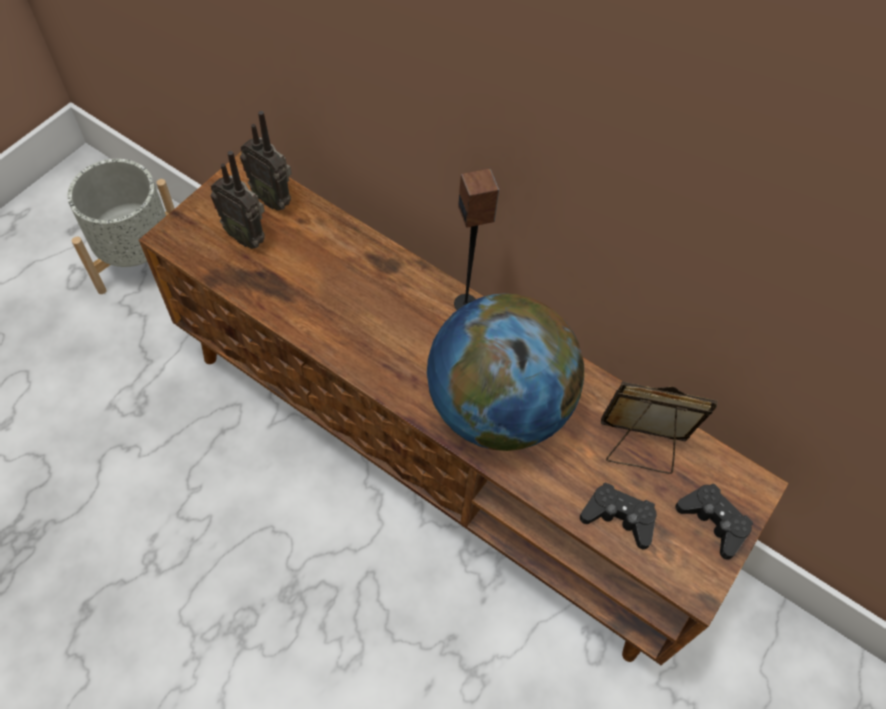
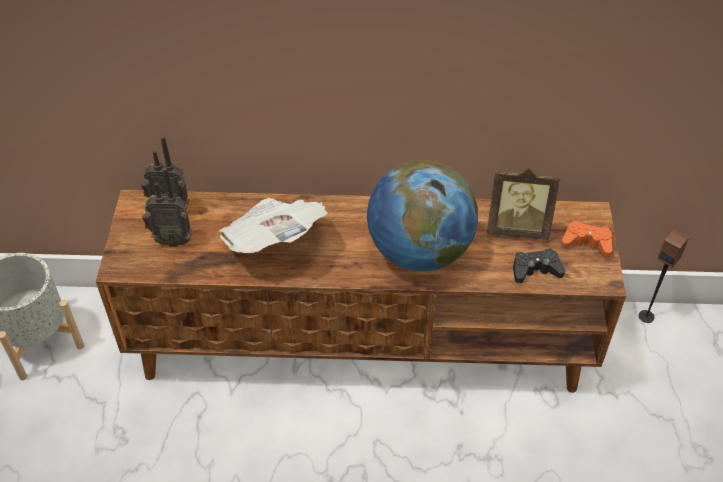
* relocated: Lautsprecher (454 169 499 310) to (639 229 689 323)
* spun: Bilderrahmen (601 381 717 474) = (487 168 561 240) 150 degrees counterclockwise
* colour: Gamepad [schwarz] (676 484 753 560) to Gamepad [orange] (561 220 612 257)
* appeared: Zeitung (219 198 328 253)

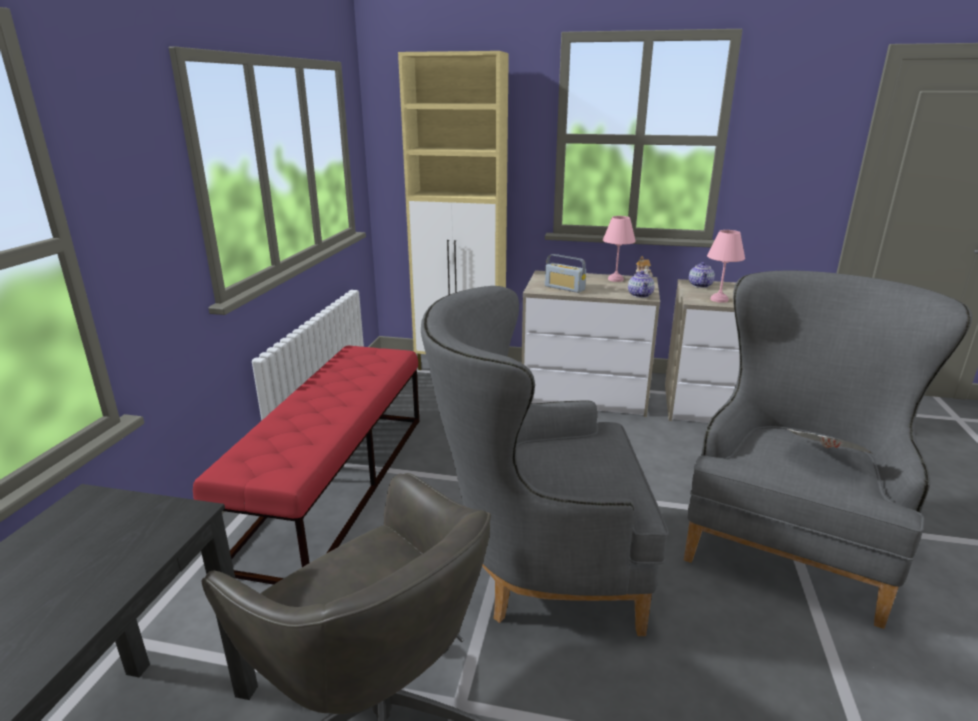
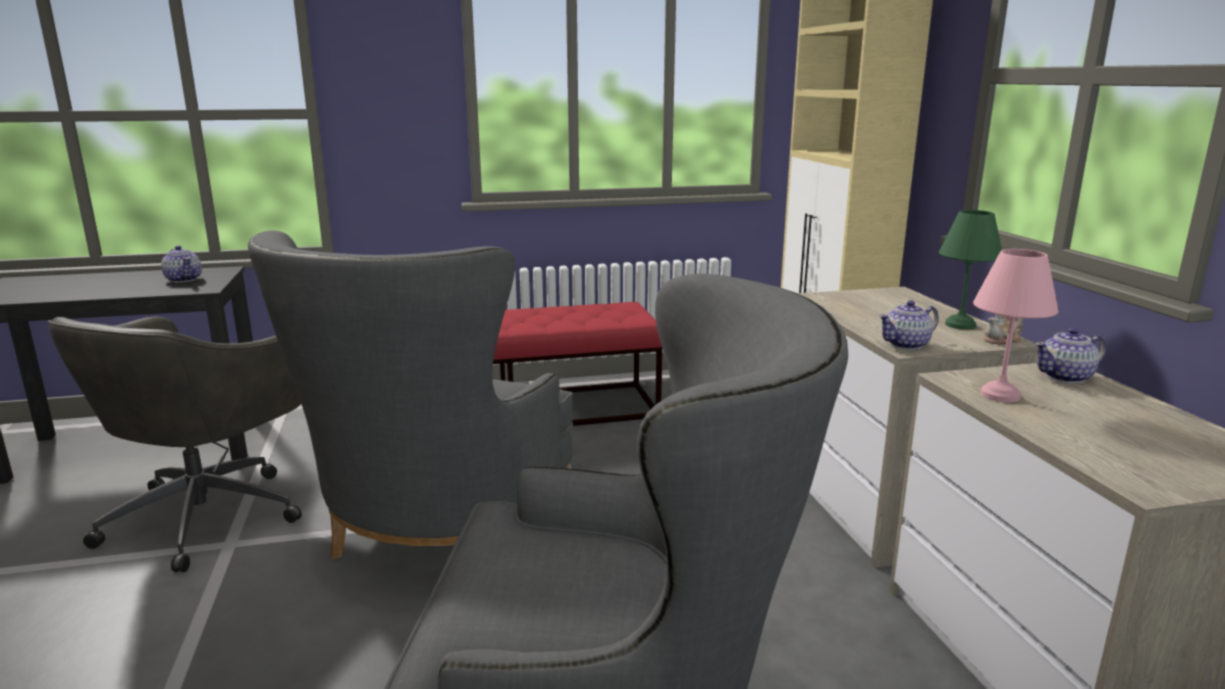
* colour: Tischlampe [rosa] (603 216 636 282) to Tischlampe [grün] (939 210 1002 330)
* missing: Radio (545 254 586 293)
* spun: Sessel [grau] (421 286 669 636) = (248 231 573 559) 135 degrees counterclockwise
* missing: Zeitung (788 429 872 453)
* appeared: Teekanne (161 246 202 283)

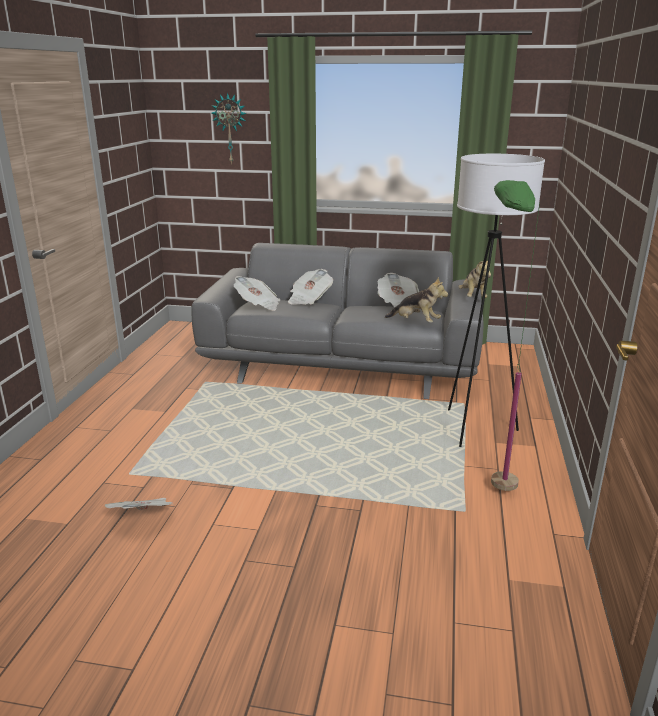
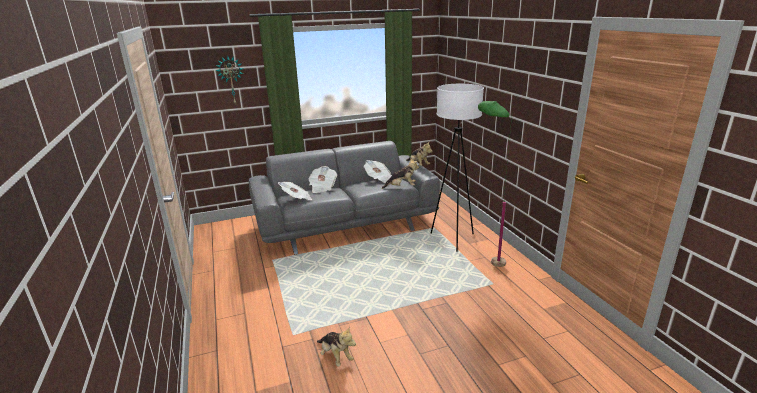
* exchanged: Zeitung (105 498 173 510) to Plüschtier (317 326 356 366)

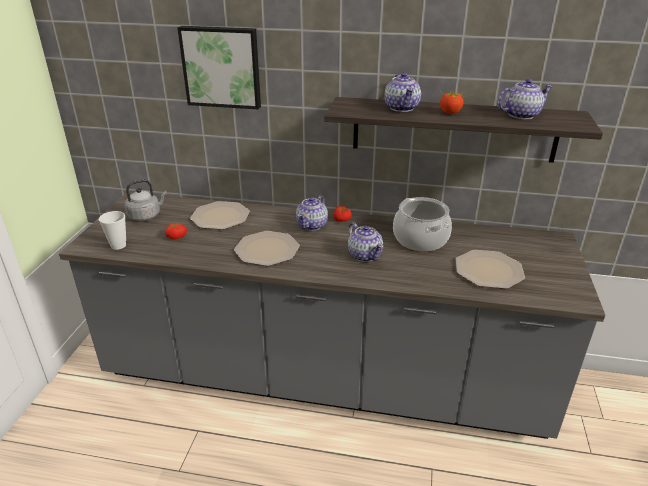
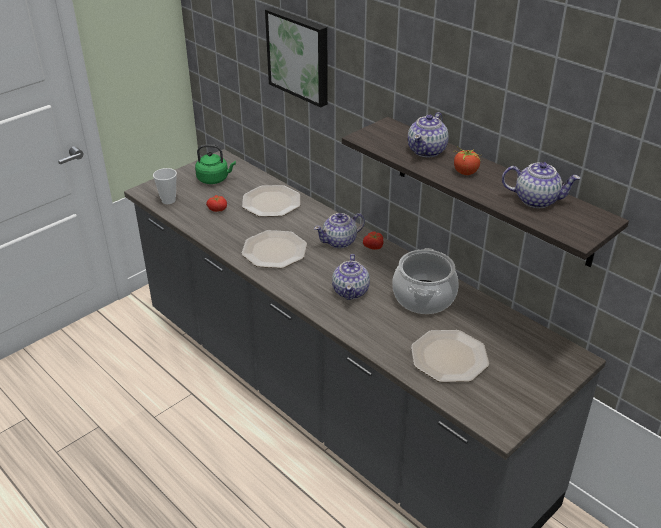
* colour: Wasserkessel [grau] (124 179 167 221) to Wasserkessel [grün] (195 144 236 184)

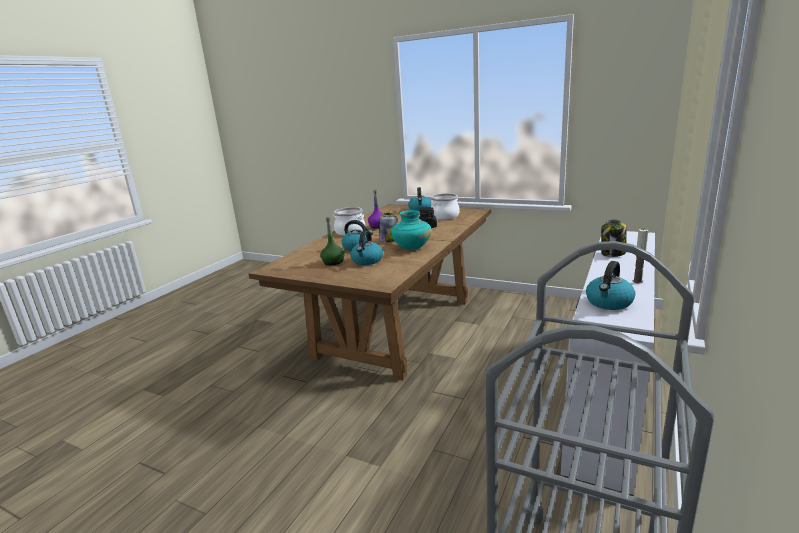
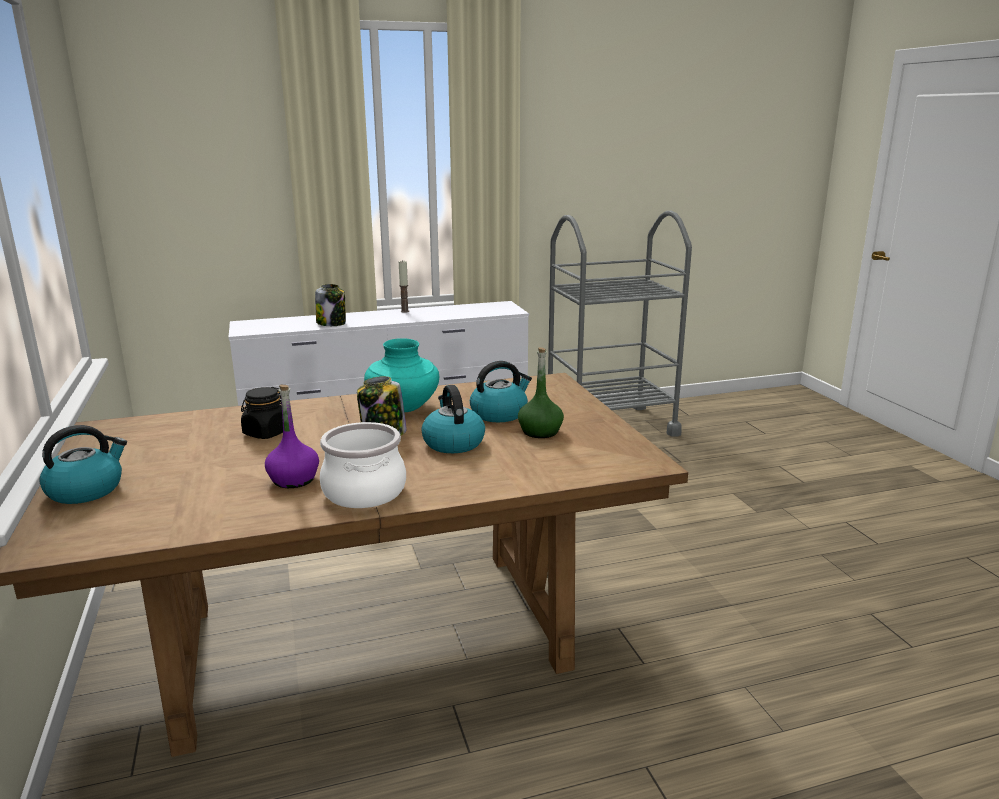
* missing: Kochtopf (431 193 460 220)
* missing: Wasserkessel (586 261 635 310)

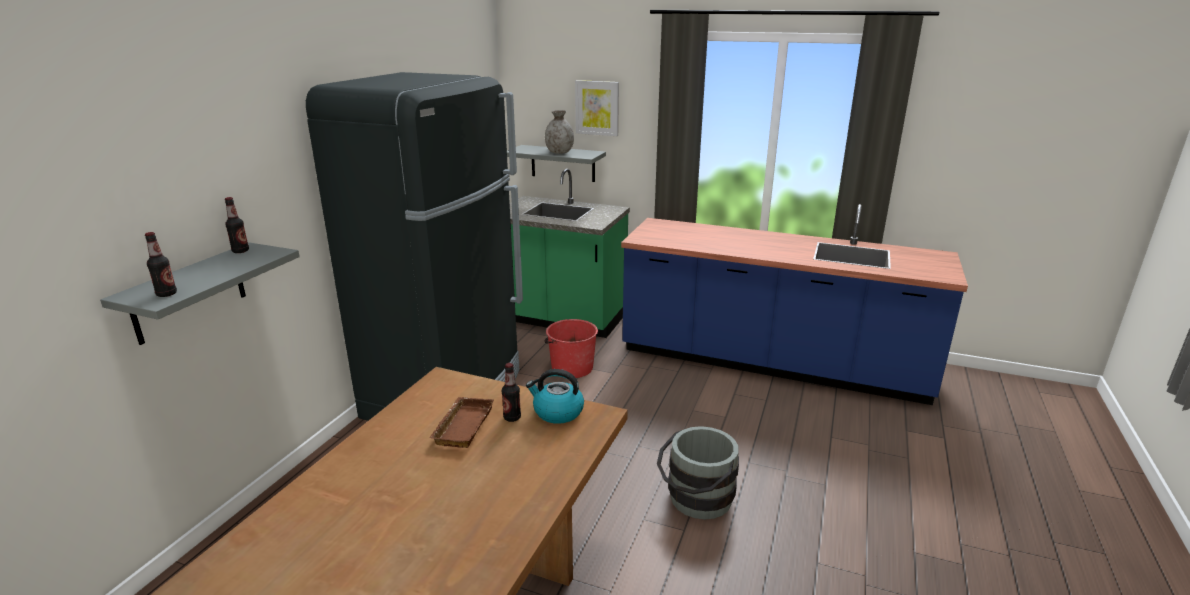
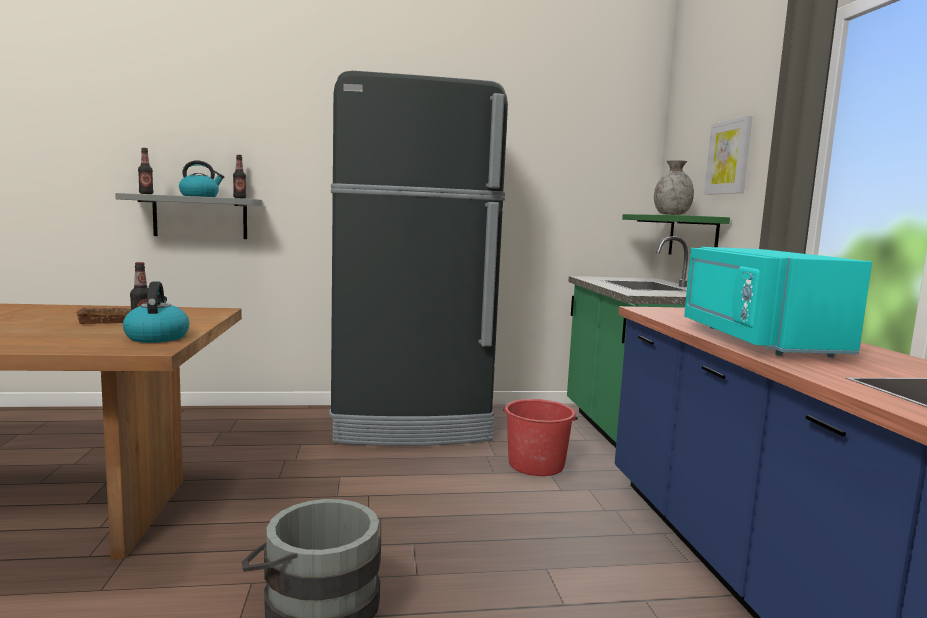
* colour: Wandregal [grau] (507 145 606 182) to Wandregal [grün] (622 214 730 255)
* appeared: Wasserkessel (179 160 224 197)
* appeared: Mikrowelle [türkis] (684 247 872 357)

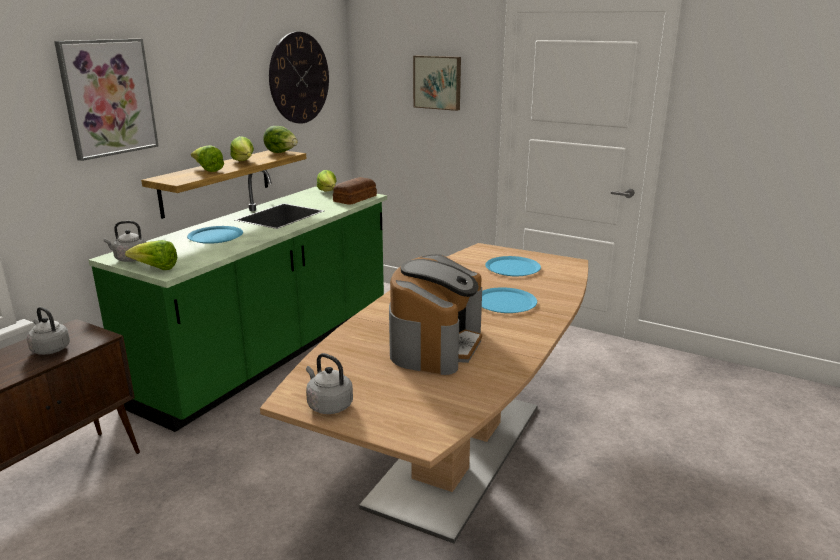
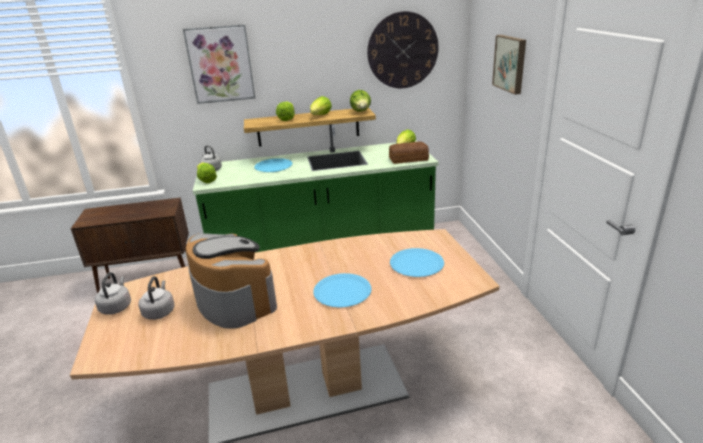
* spun: Kaffeemaschine (389 254 482 375) = (185 233 277 329) 105 degrees counterclockwise
* relocated: Wasserkessel [grau] (27 307 70 355) to (138 276 175 320)

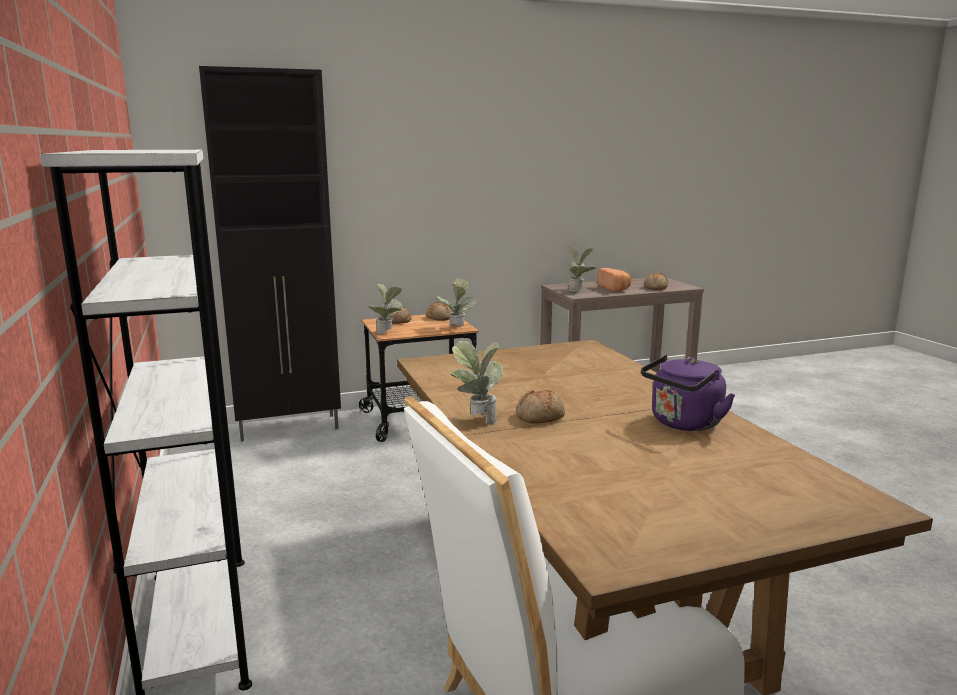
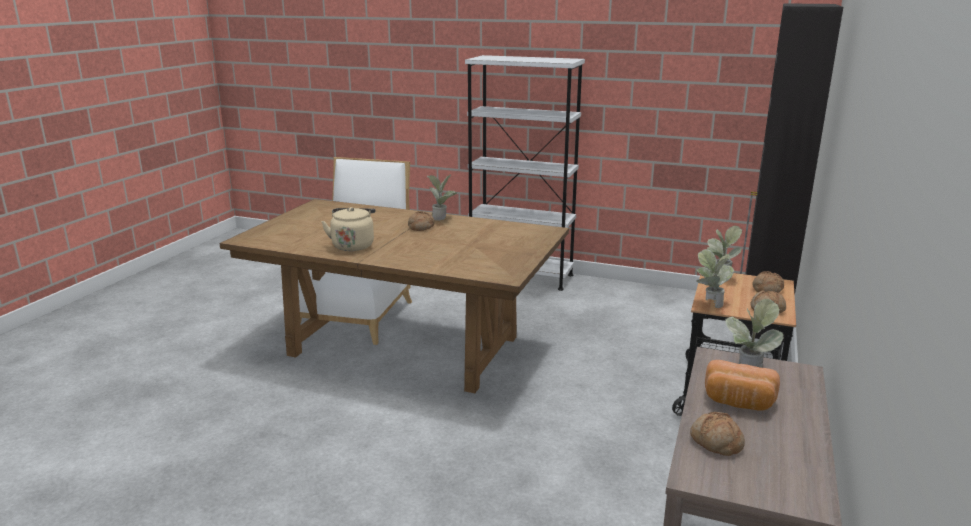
* colour: Wasserkessel [lila] (641 355 735 431) to Wasserkessel [beige] (321 207 376 251)

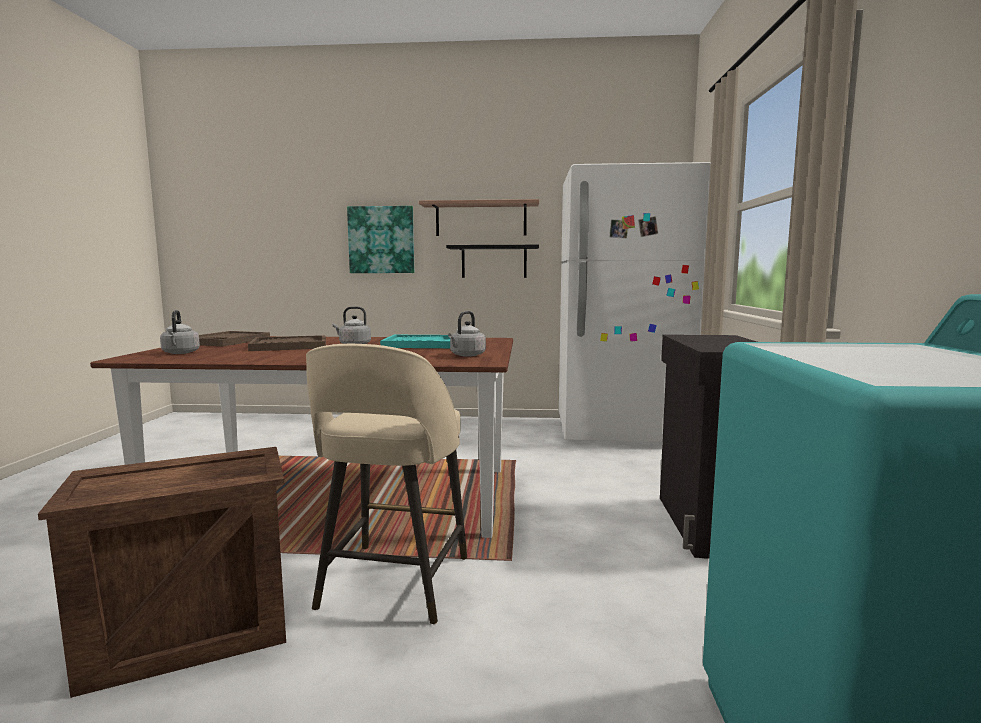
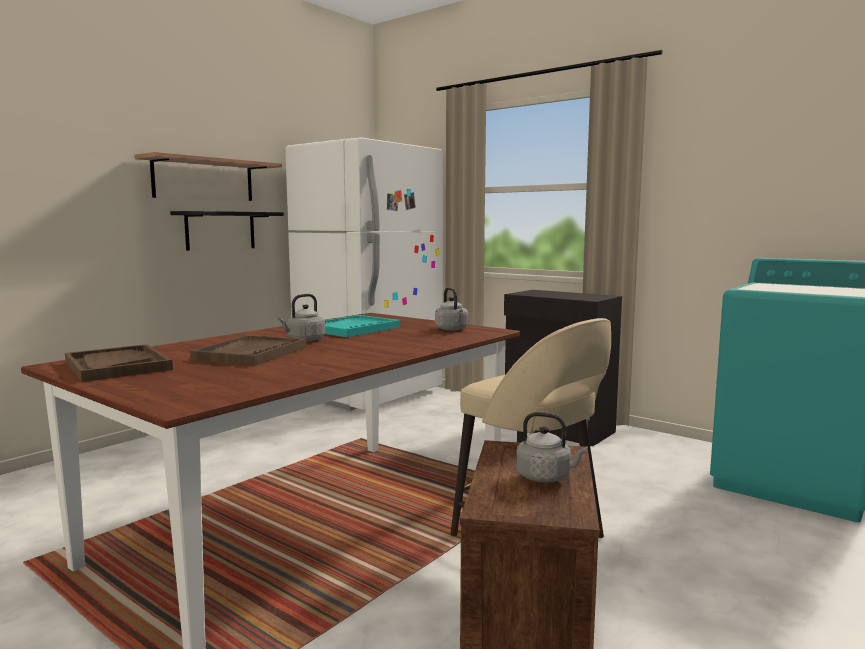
* missing: Bild (347 206 414 273)
* relocated: Wasserkessel [grau] (160 310 200 354) to (516 412 588 483)

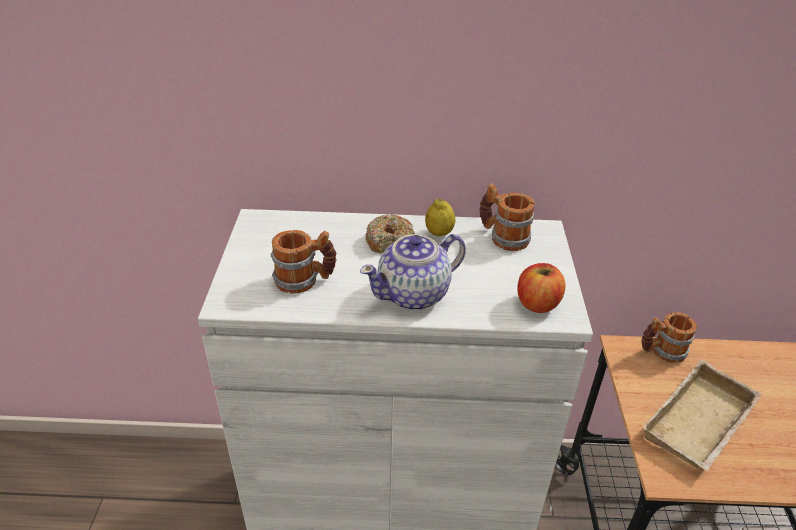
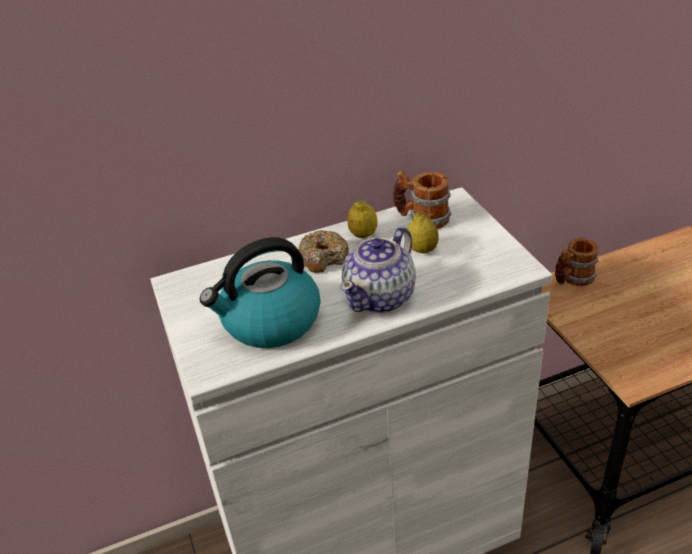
* exchanged: Henkelbecher (271 230 337 294) to Wasserkessel (200 237 320 348)
* missing: Apfel (517 263 566 313)
* missing: Tablett [beige] (642 359 762 471)
* appeared: Zitrone (408 212 439 253)

